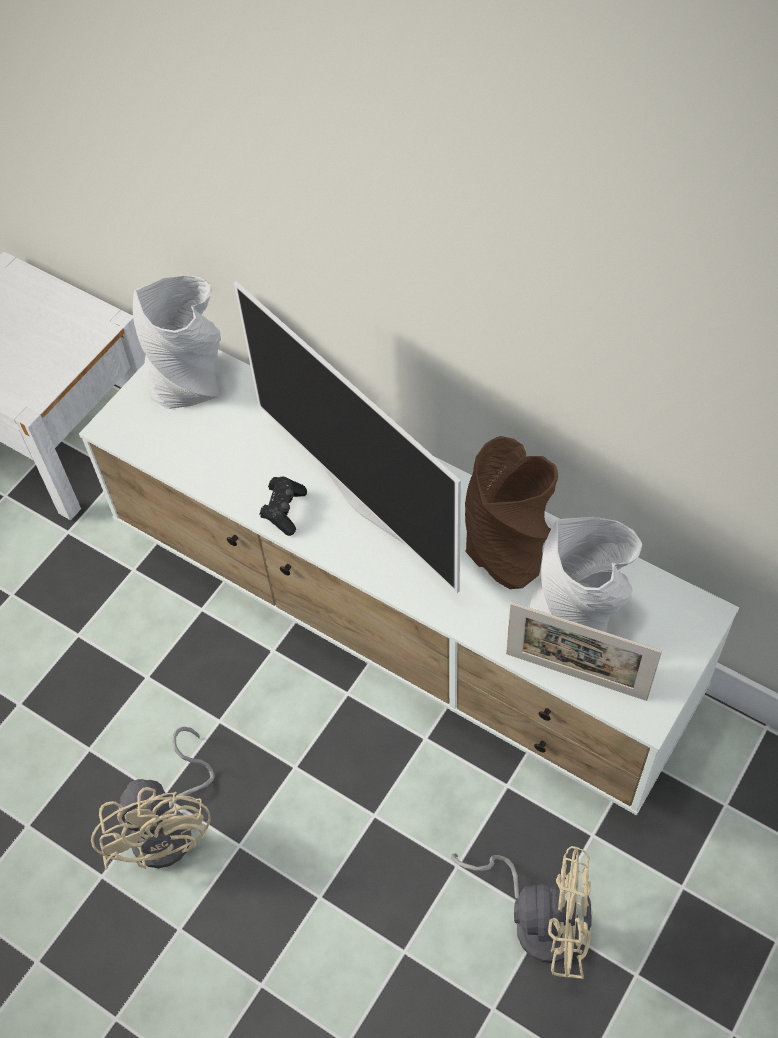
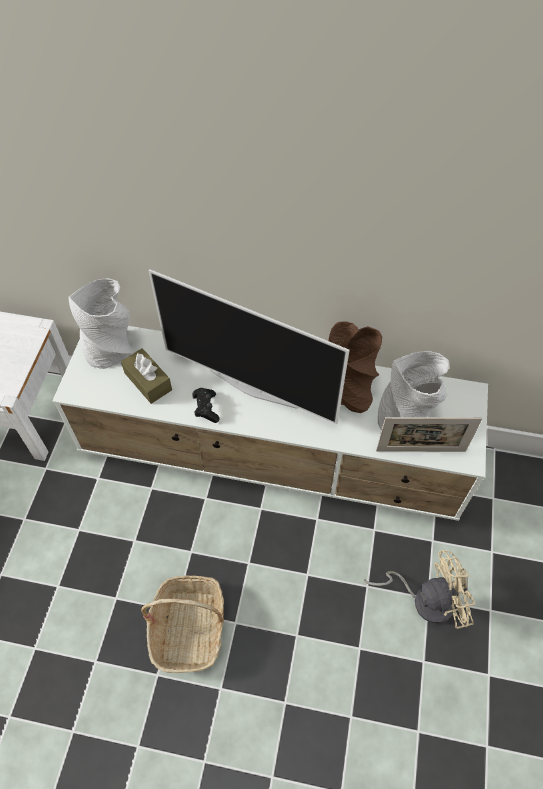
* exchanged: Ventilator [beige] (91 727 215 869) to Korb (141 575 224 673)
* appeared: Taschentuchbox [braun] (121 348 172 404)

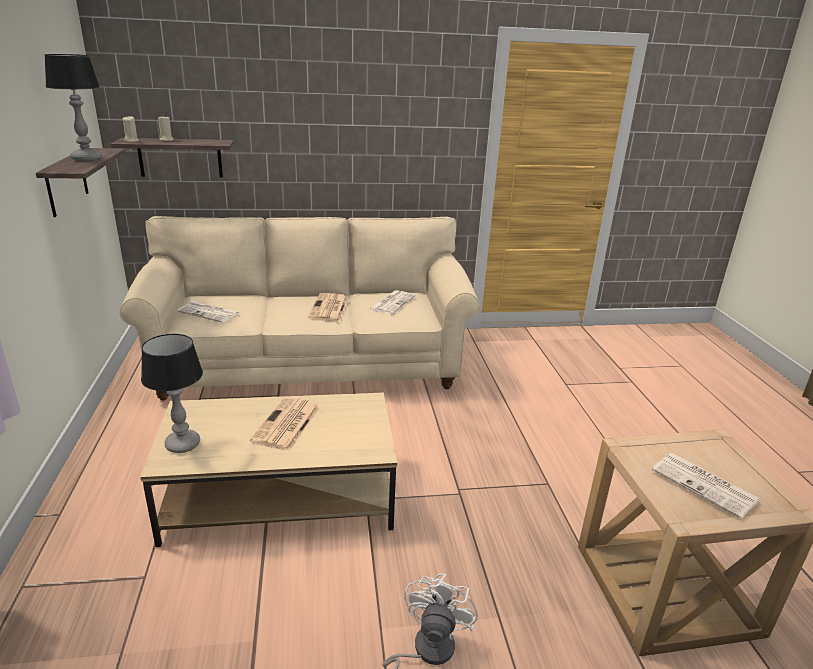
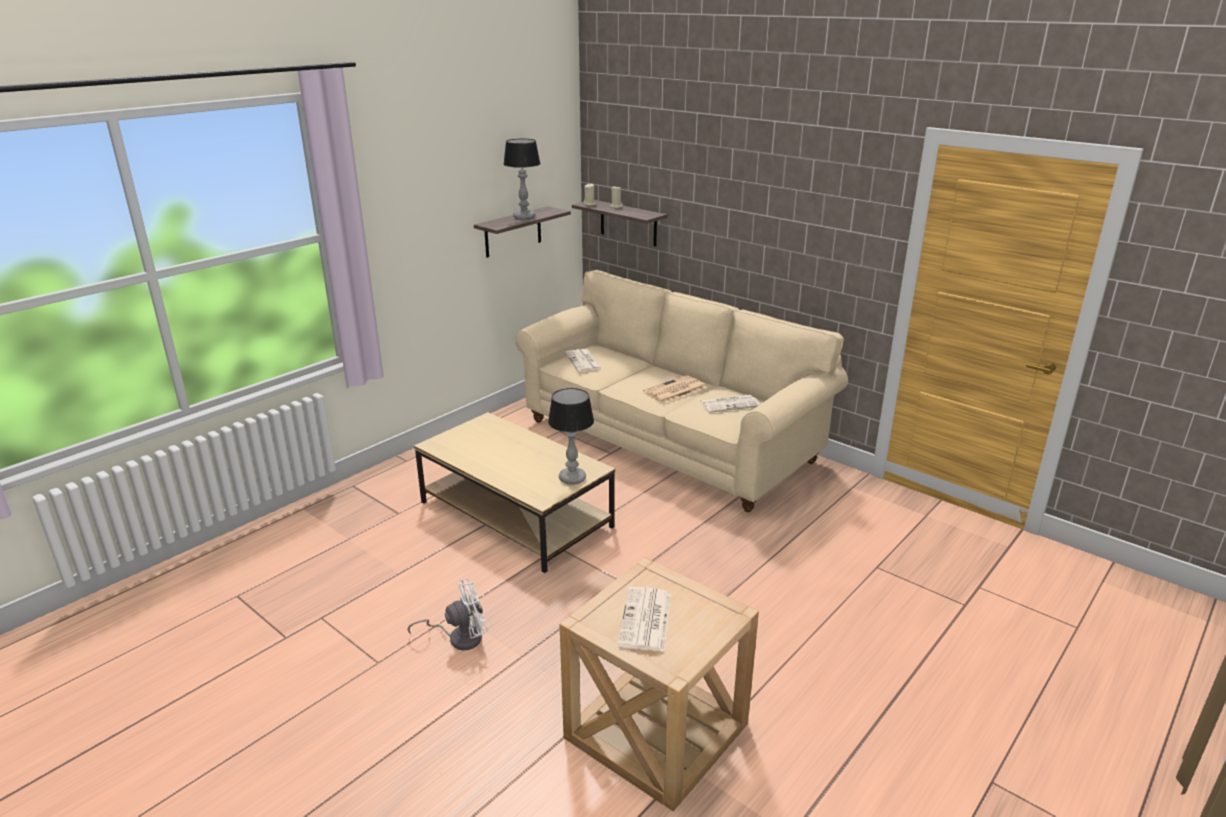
* relocated: Tischlampe (141 334 203 453) to (548 388 594 485)
* missing: Zeitung (250 397 320 451)

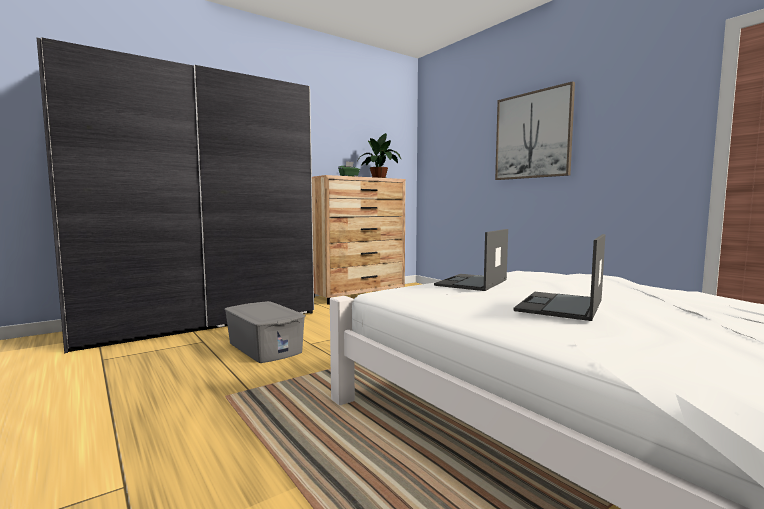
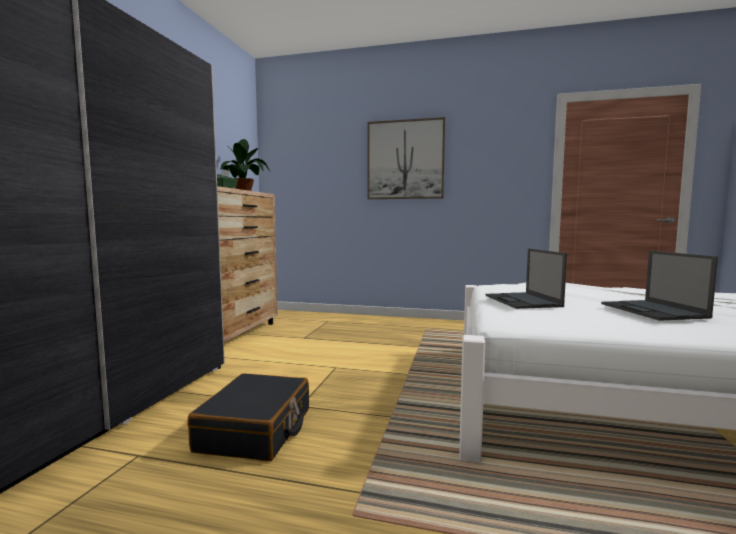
* exchanged: Aufbewahrungsbox [grau] (224 301 305 363) to Koffer [schwarz] (188 373 309 462)

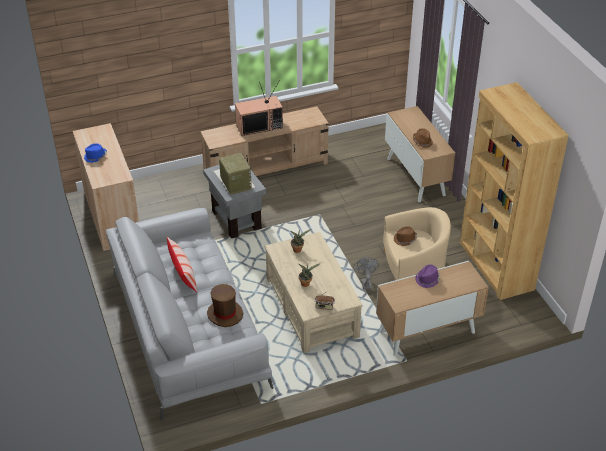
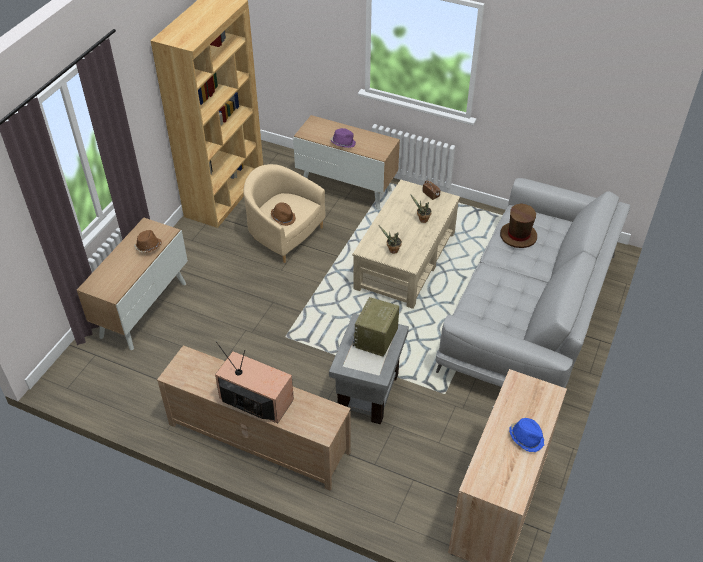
* missing: Kissen (167 237 197 292)
* missing: Ventilator [grau] (353 257 379 290)

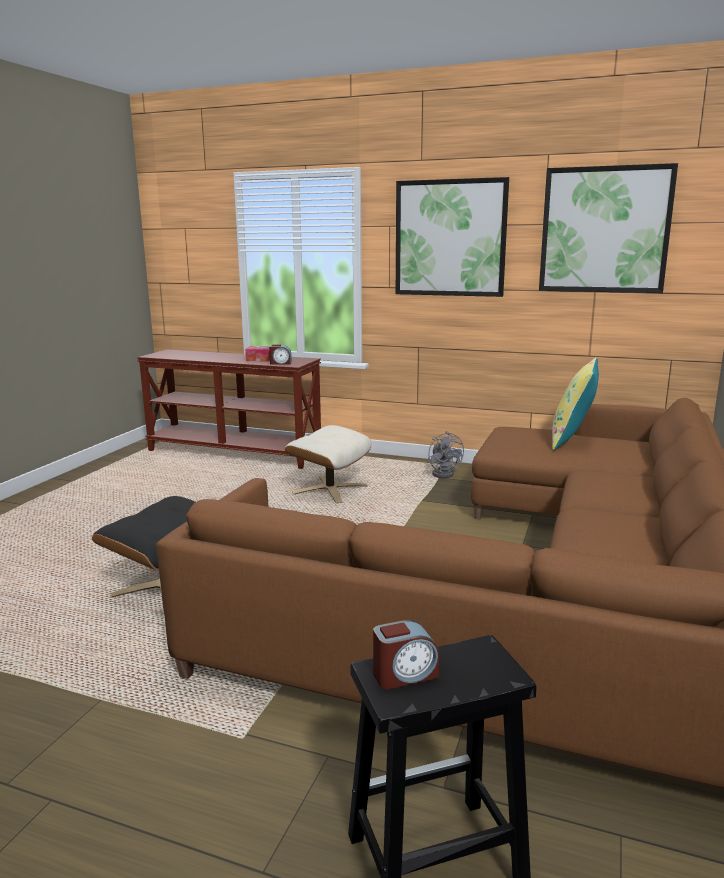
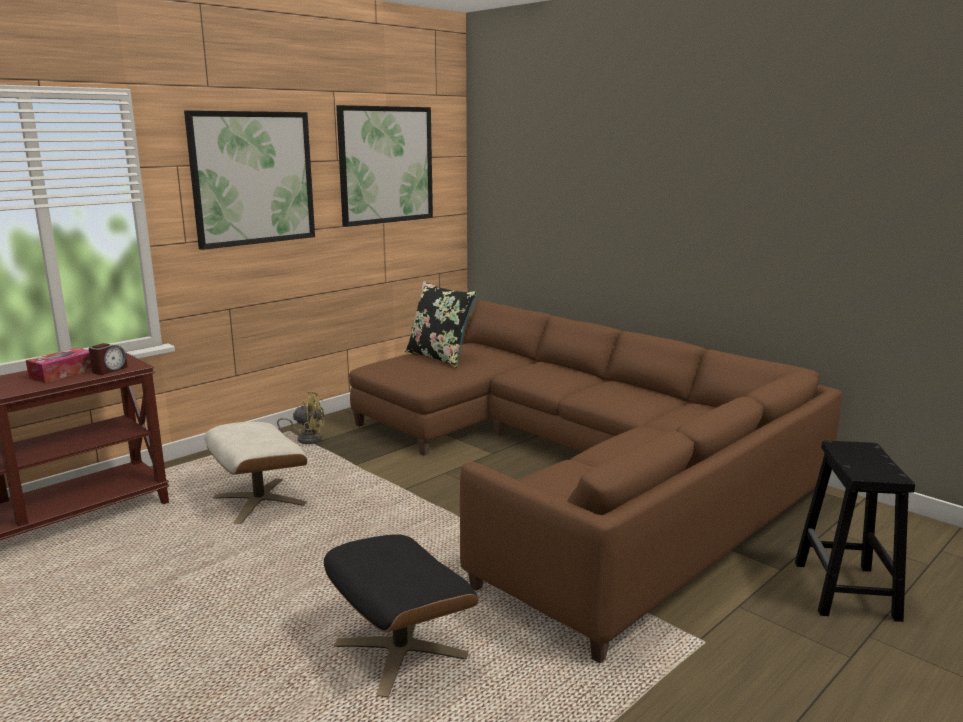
* colour: Kissen [gelb] (552 358 599 450) to Kissen [schwarz] (405 281 477 368)
* colour: Ventilator [grau] (428 431 464 478) to Ventilator [gelb] (277 392 325 444)
* missing: Wecker (373 620 439 689)

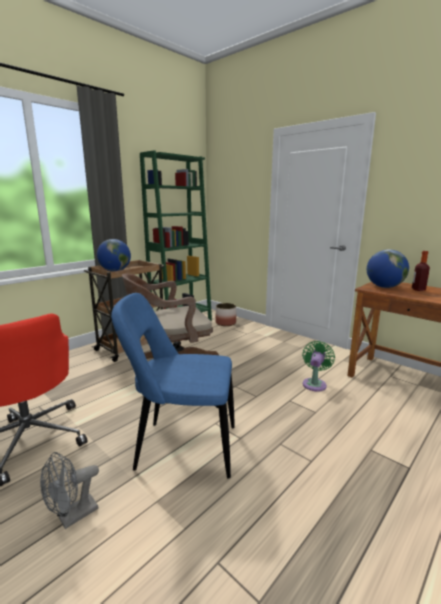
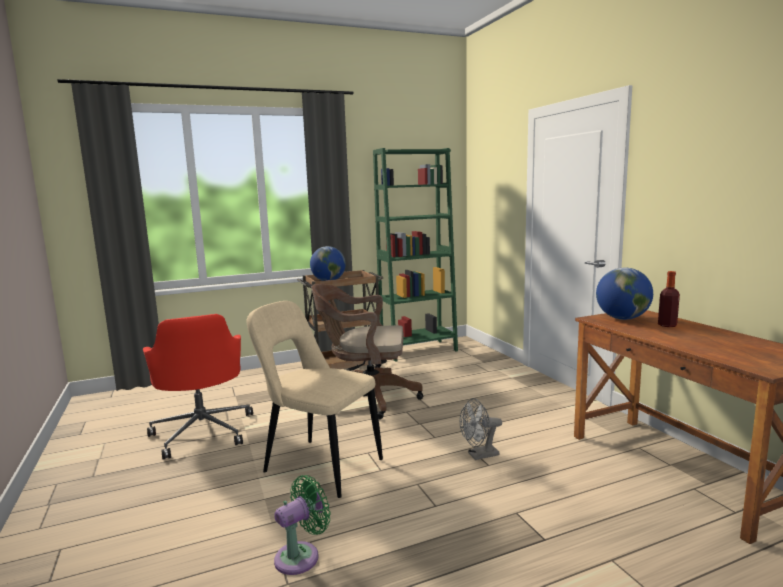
* colour: Stuhl [blau] (111 293 235 479) to Stuhl [beige] (247 301 383 498)
* missing: Pflanzkübel (216 303 236 326)
* relocated: Ventilator [grün] (302 341 335 391) to (274 475 330 575)
* relocated: Ventilator [grau] (40 452 99 529) to (460 398 502 460)

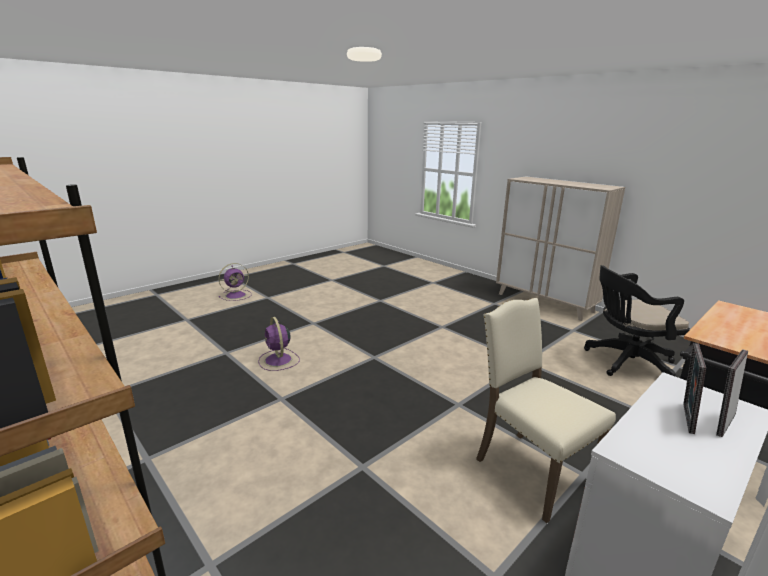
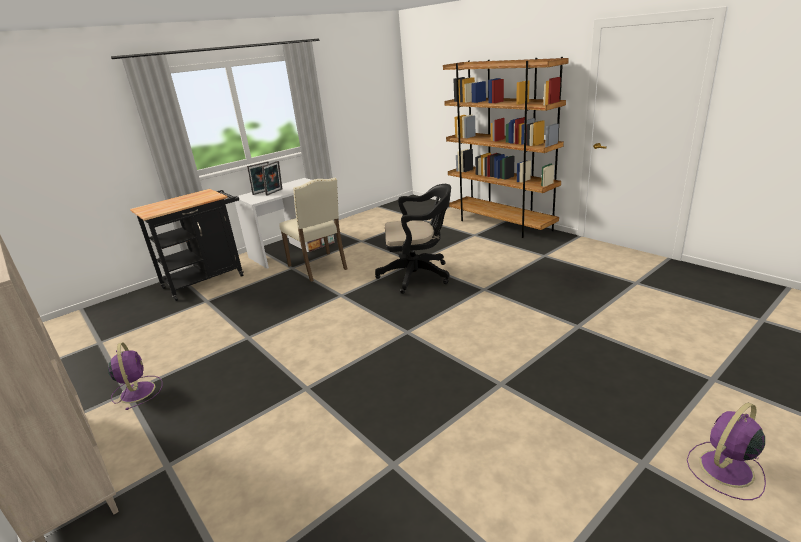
* relocated: Bürostuhl [schwarz] (584 265 690 376) to (375 184 451 294)
* relocated: Ventilator [lila] (258 317 300 371) to (108 342 163 410)

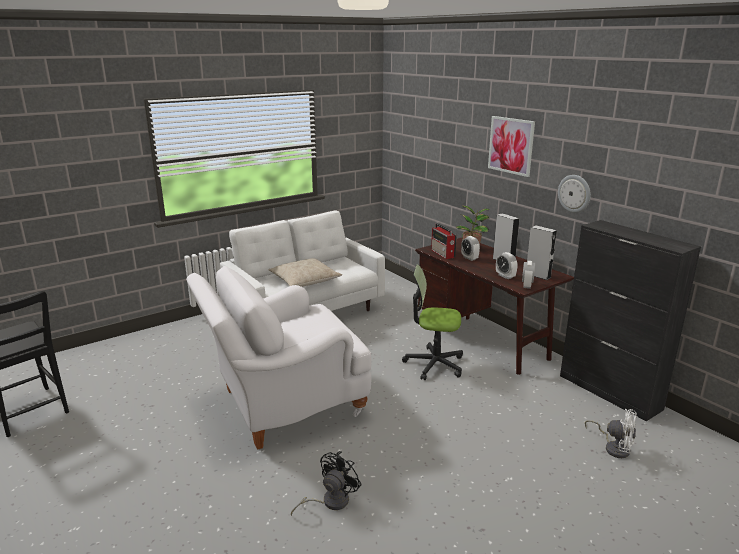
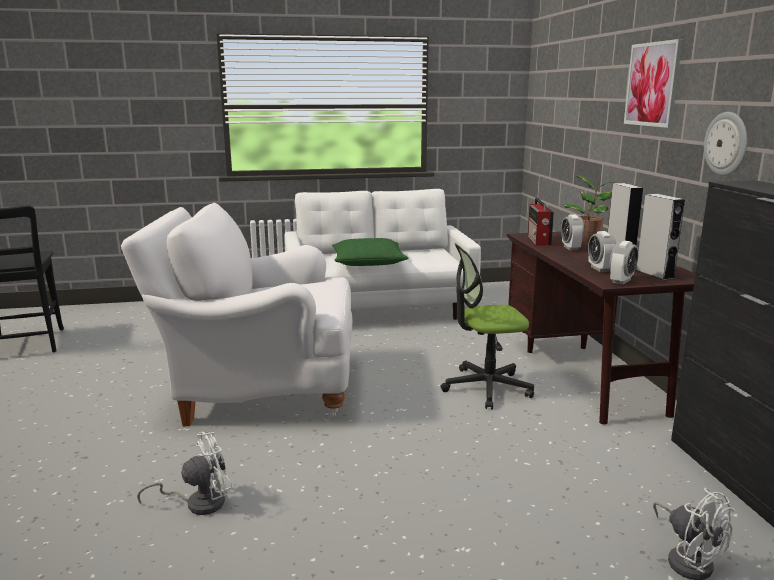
* colour: Kissen [beige] (269 258 342 287) to Kissen [grün] (332 238 409 266)
* spun: Bürostuhl (402 264 463 380) = (440 243 534 409) 45 degrees counterclockwise
* colour: Ventilator [schwarz] (291 451 362 516) to Ventilator [weiß] (137 431 233 515)

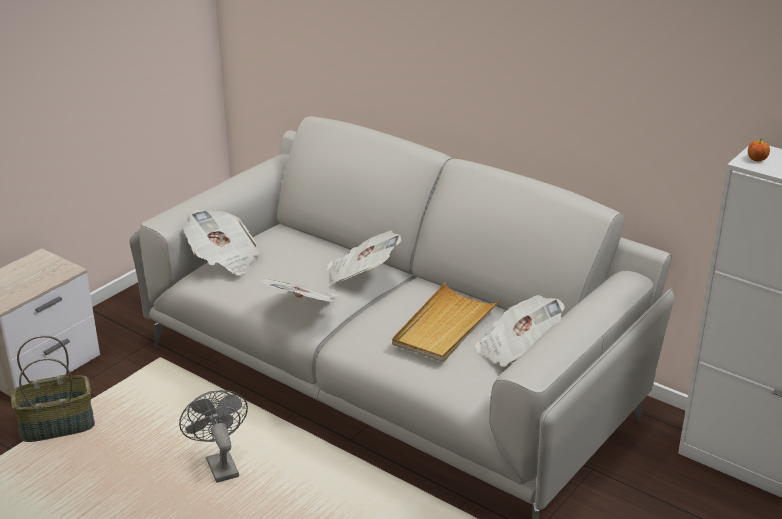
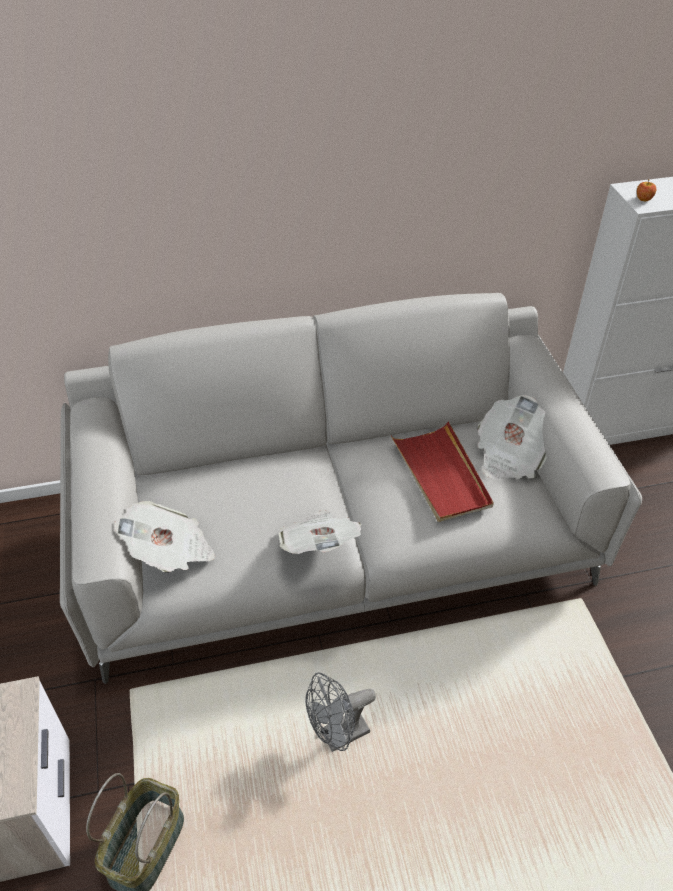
* missing: Zeitung (327 230 401 283)
* colour: Tablett [beige] (392 282 501 362) to Tablett [rot] (391 421 494 522)
* spun: Ventilator [grau] (179 390 248 483) = (305 673 376 752) 45 degrees counterclockwise

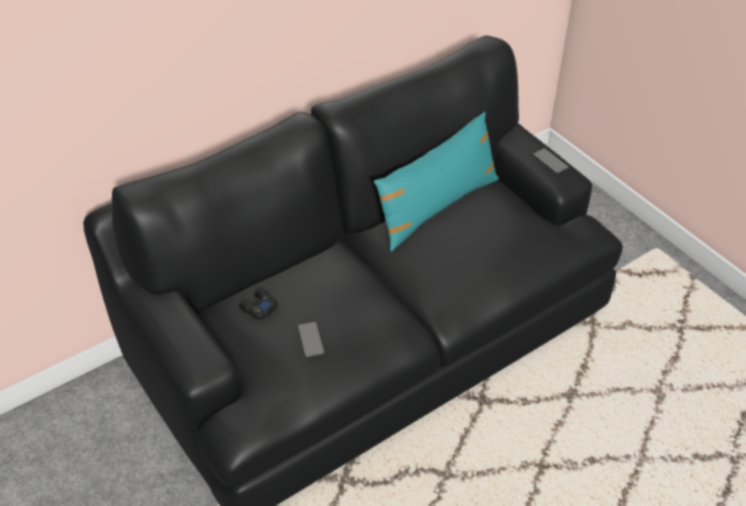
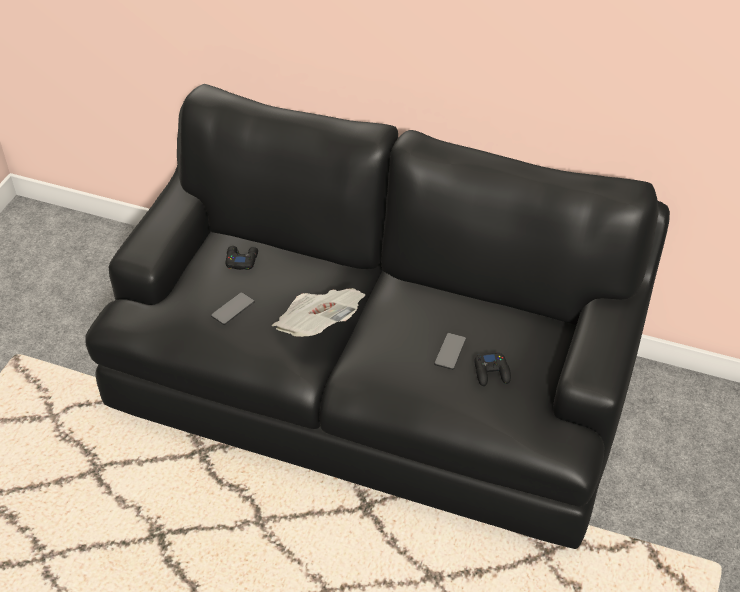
* missing: Kissen [türkis] (374 111 499 251)
* relocated: Handy (532 148 569 174) to (434 333 466 370)
* appeared: Zeitung (272 288 365 337)
* appeared: Gamepad [schwarz] (474 352 511 386)

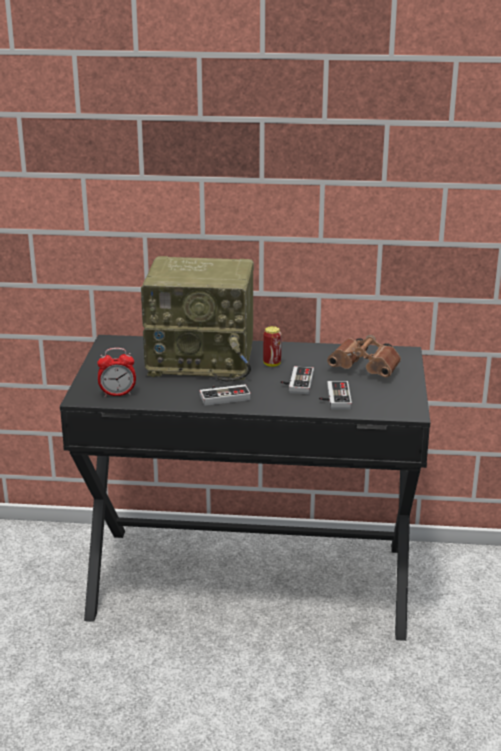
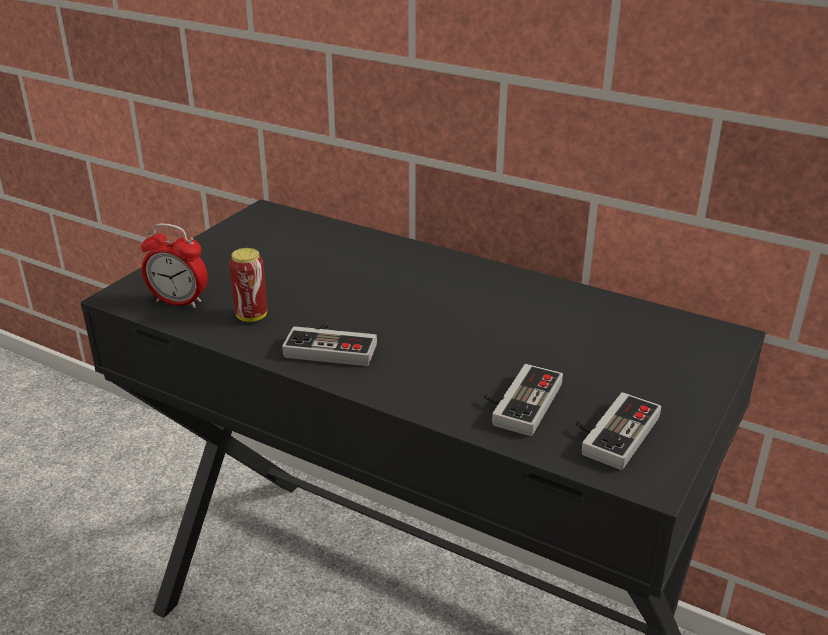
* missing: Radio (141 256 254 382)
* relocated: Dose (263 326 282 367) to (229 248 267 322)
* missing: Fernglas [braun] (327 335 401 377)
* relocated: Gamepad (281 366 314 394) to (576 392 661 470)

